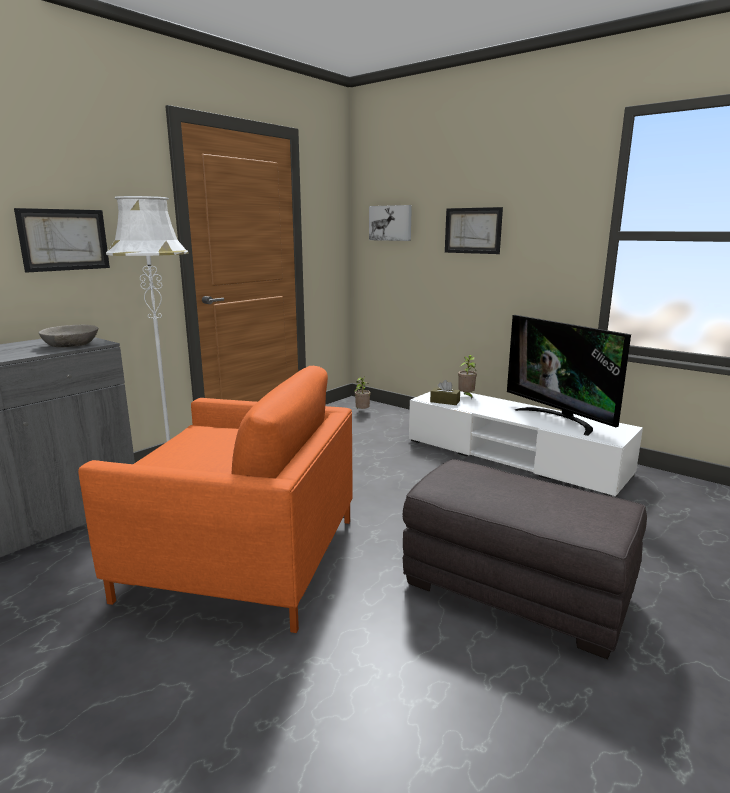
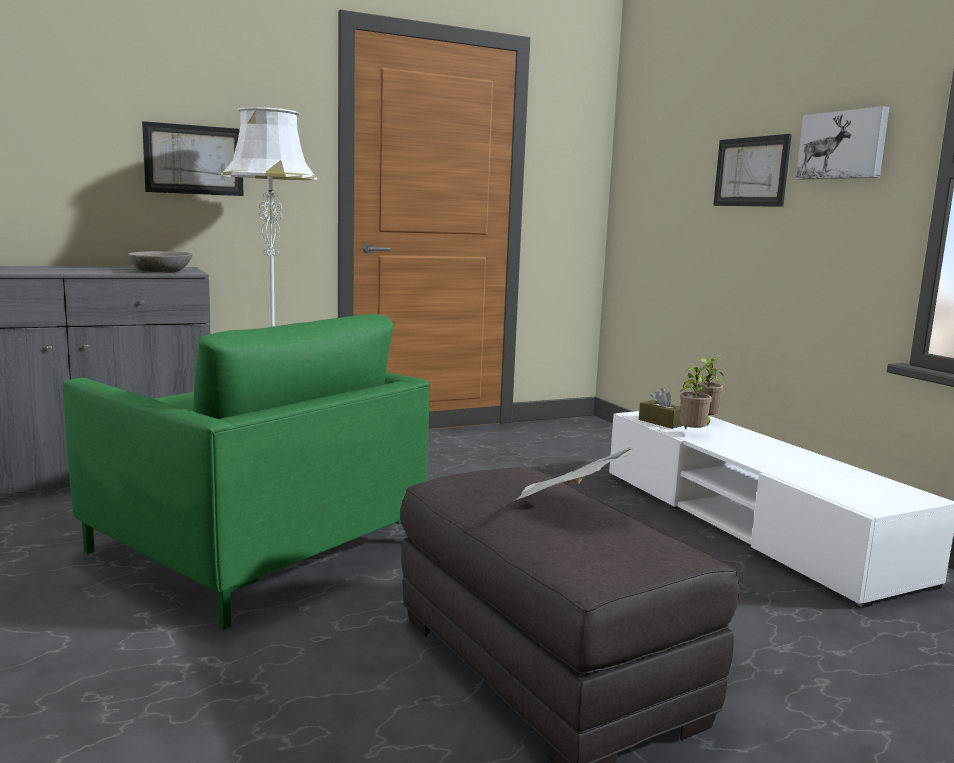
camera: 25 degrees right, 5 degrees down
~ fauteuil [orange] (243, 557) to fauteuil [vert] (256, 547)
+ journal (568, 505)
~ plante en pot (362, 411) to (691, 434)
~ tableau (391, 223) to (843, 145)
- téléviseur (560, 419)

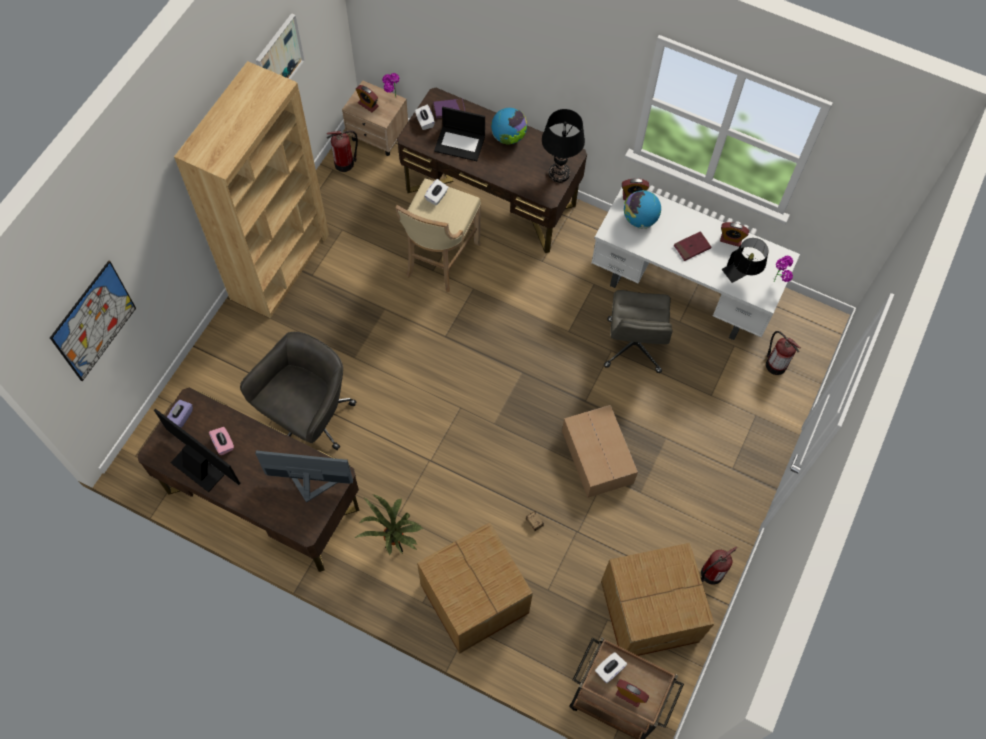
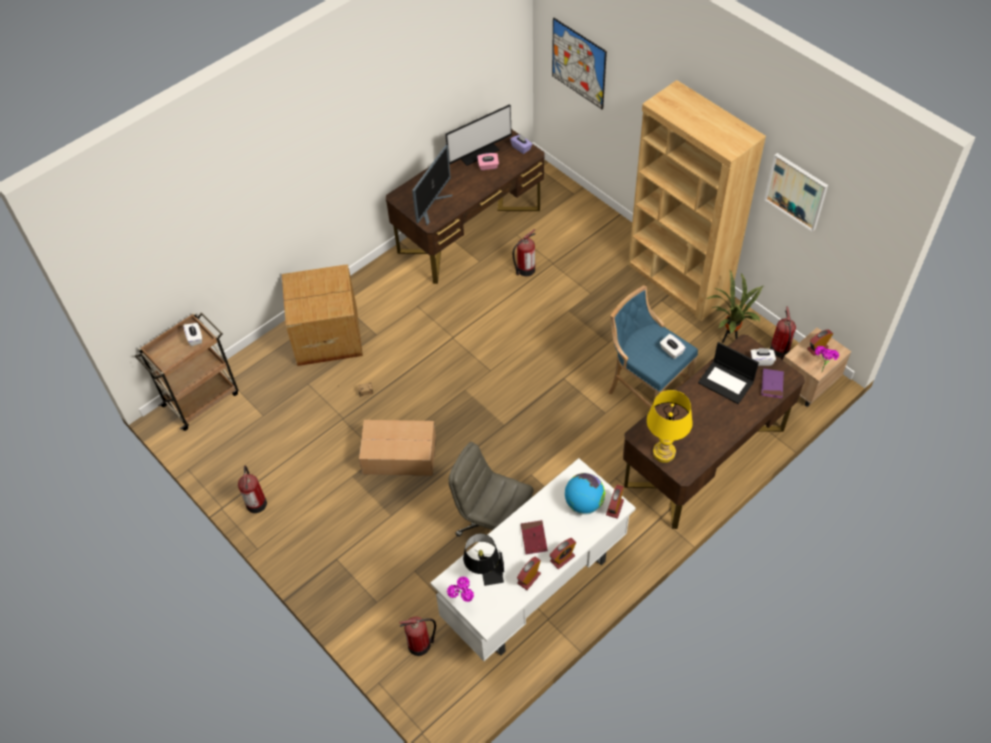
camera: 115 degrees right, 10 degrees down
~ chaise de bureau [gris] (308, 418) to extincteur (525, 270)
~ réveil (629, 695) to (562, 558)
~ tabouret [beige] (439, 261) to tabouret [bleu] (644, 395)
~ lampe de table [noir] (559, 173) to lampe de table [jaune] (664, 453)
~ ordinateur portable (460, 143) = (726, 382) 90 degrees counterclockwise
~ plante en pot (395, 546) to (728, 339)
- globe (508, 137)
- carton (647, 610)

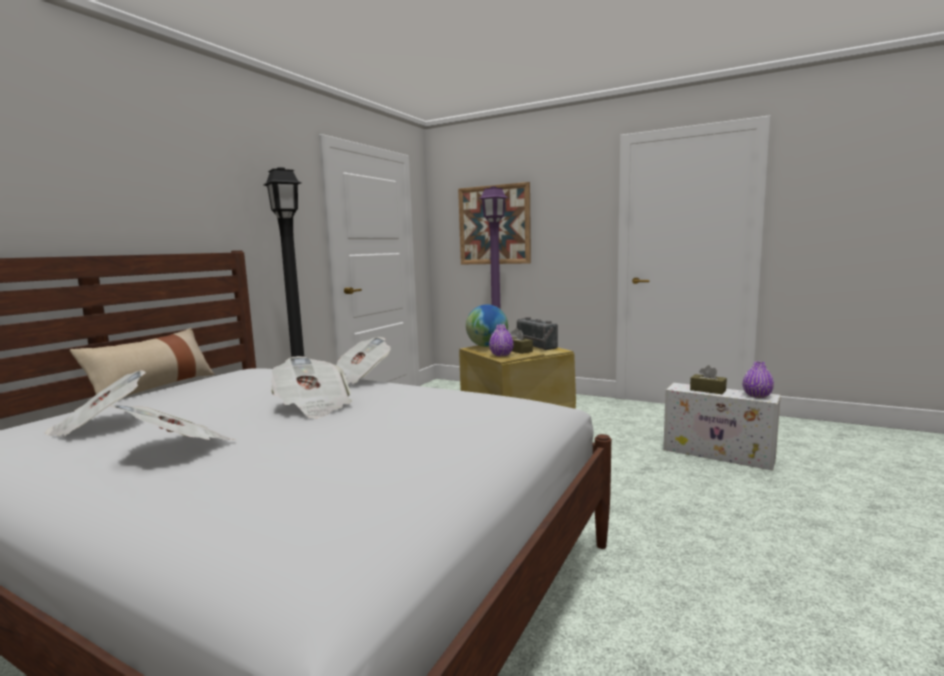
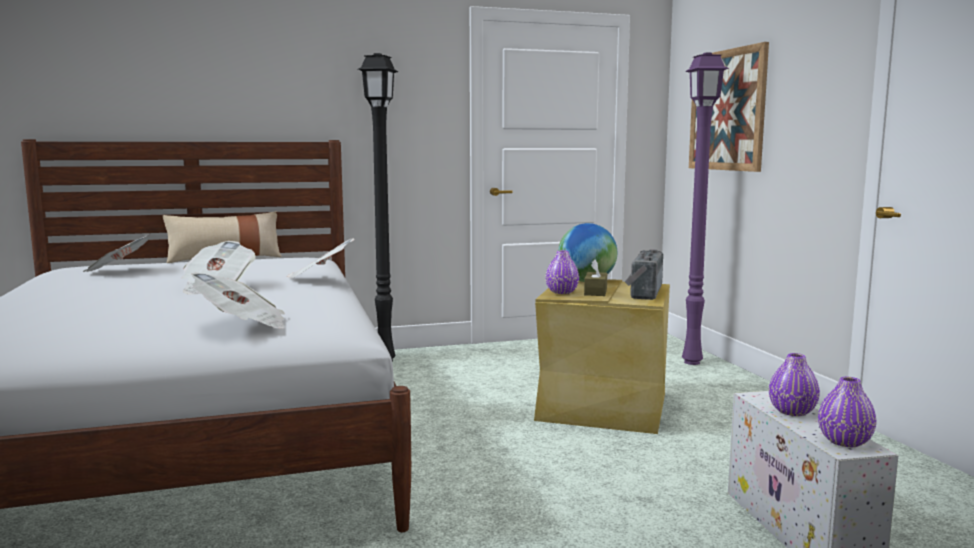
camera: 45 degrees right, 0 degrees up
~ journal (180, 449) to (243, 325)
~ boîte à mouchoirs [marron] (707, 390) to vase [violet] (792, 412)

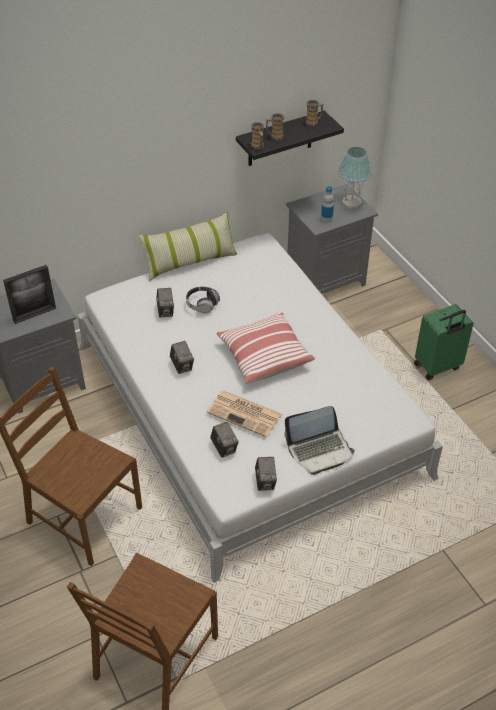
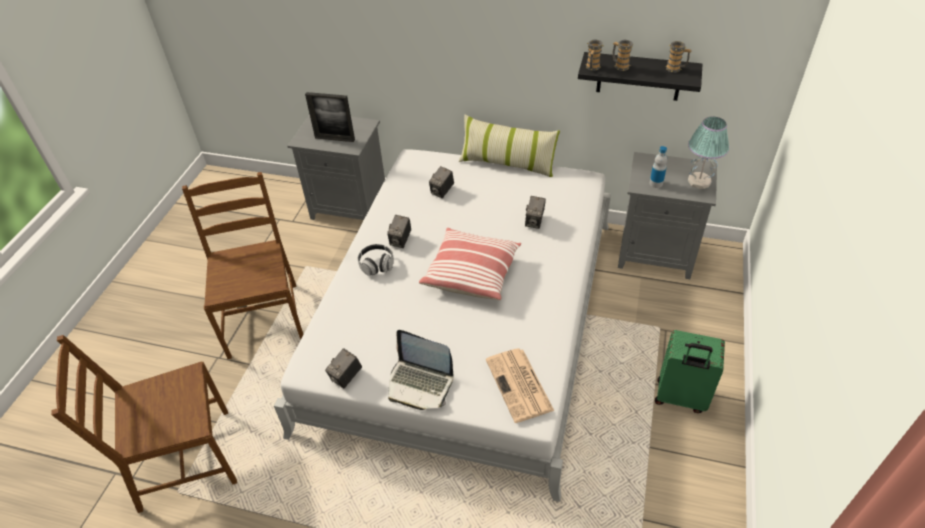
camera: 45 degrees right, 0 degrees up
~ casque audio (202, 304) to (376, 265)
~ journal (245, 414) to (520, 385)
~ appareil photo (224, 448) to (534, 221)

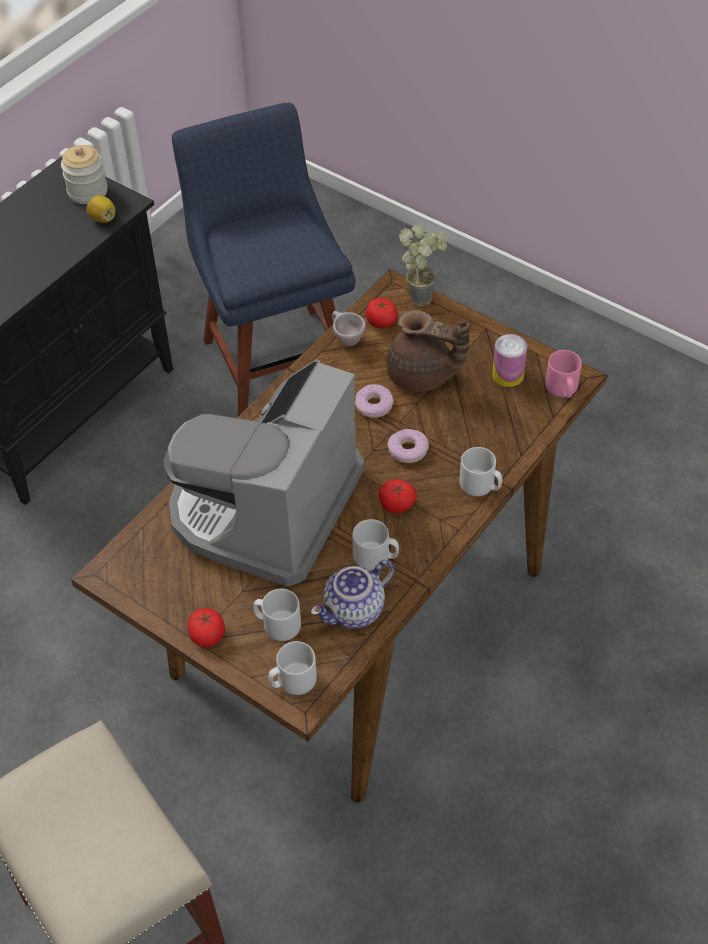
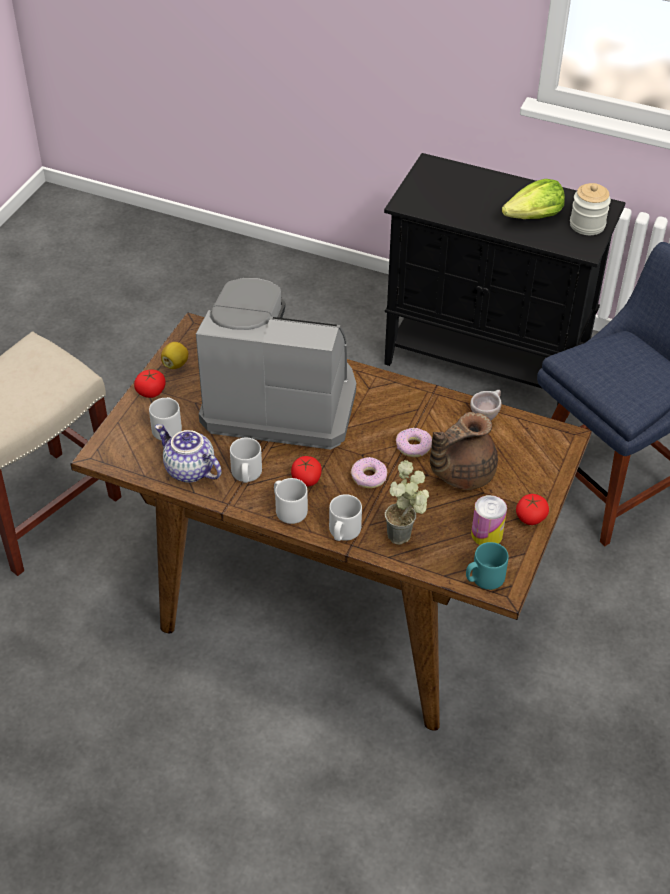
camera: 75 degrees right, 5 degrees down
~ citron (103, 218) to (175, 364)
~ mug [gris] (292, 681) to (288, 509)
~ plante en pot (423, 294) to (406, 537)
~ théière [marron] (422, 376) = (461, 473) 45 degrees clockwise
~ mug [rose] (562, 389) to mug [turquoise] (484, 578)
+ laitue (534, 217)
~ tomate (381, 321) to (530, 517)

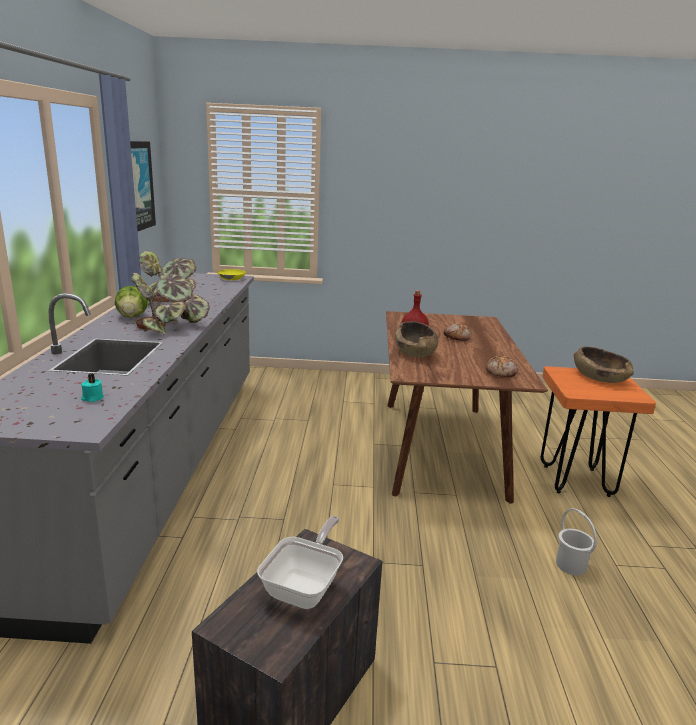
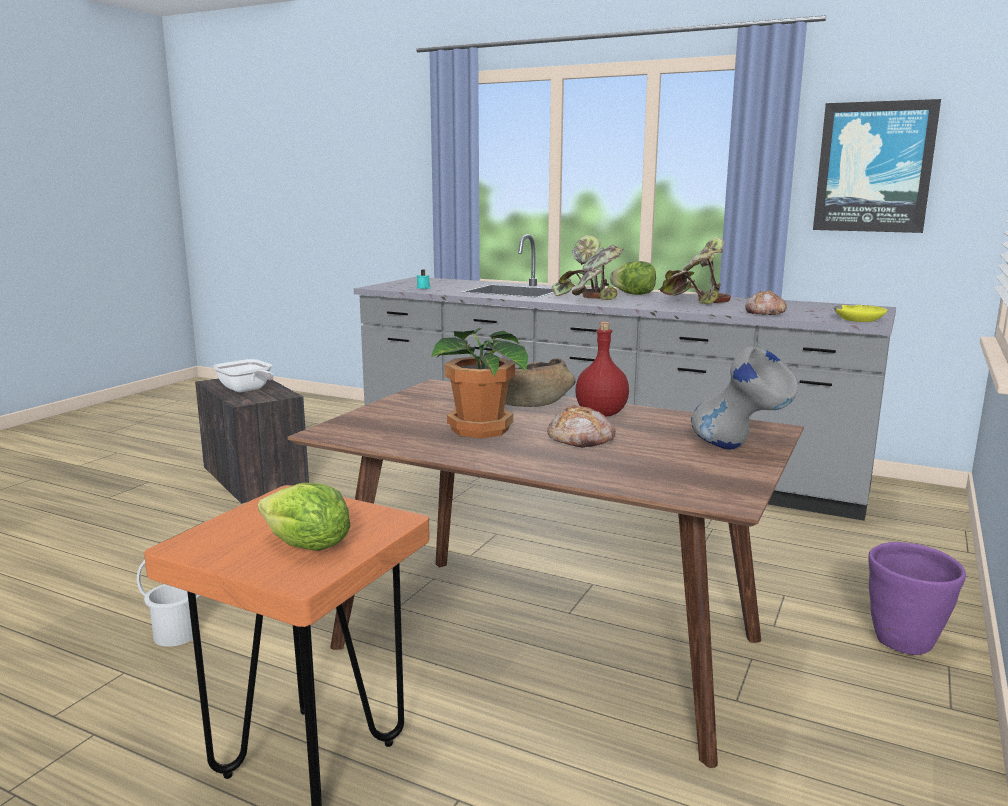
camera: 115 degrees right, 5 degrees down
~ bol [marron] (600, 378) to laitue (307, 547)
+ plante en pot (480, 430)
+ vase [gris] (740, 450)
~ pain (502, 372) to (764, 313)
+ cache-pot [violet] (904, 643)

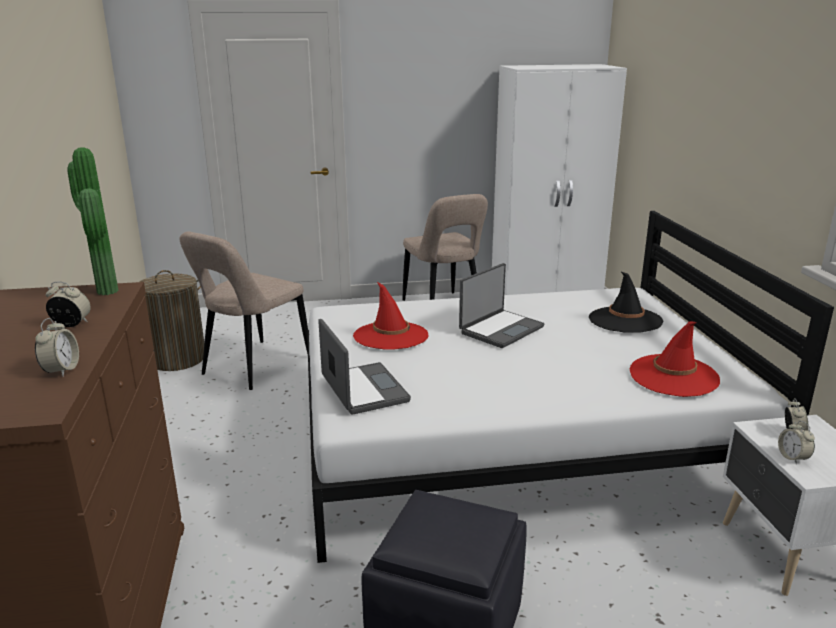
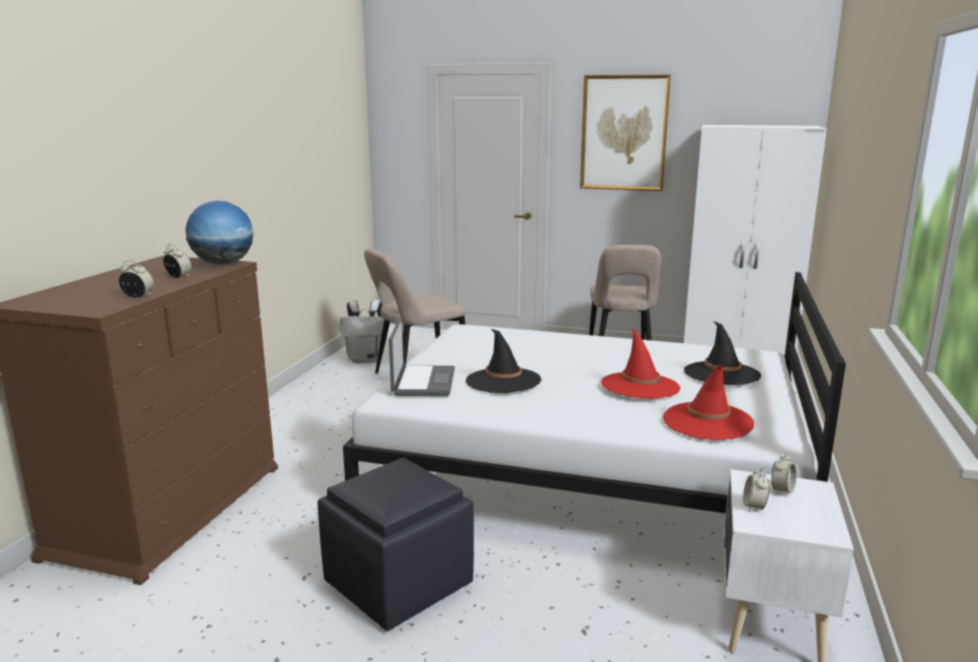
camera: 25 degrees right, 5 degrees down
~ réveil (61, 370) = (138, 296) 105 degrees counterclockwise
~ plante en pot (103, 292) to globe (223, 264)
~ panier à linge (177, 359) to sac à dos [blanc] (367, 359)
+ chapeau [noir] (503, 381)
+ tableau (624, 133)
~ chapeau [rouge] (391, 336) to (640, 386)
- ordinateur portable (500, 329)

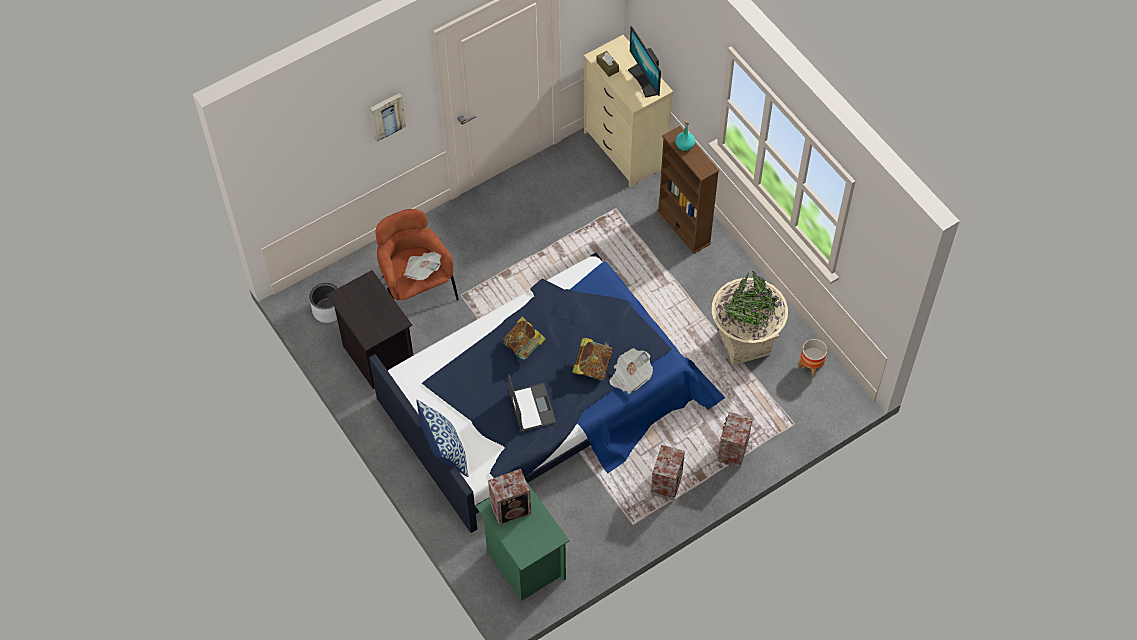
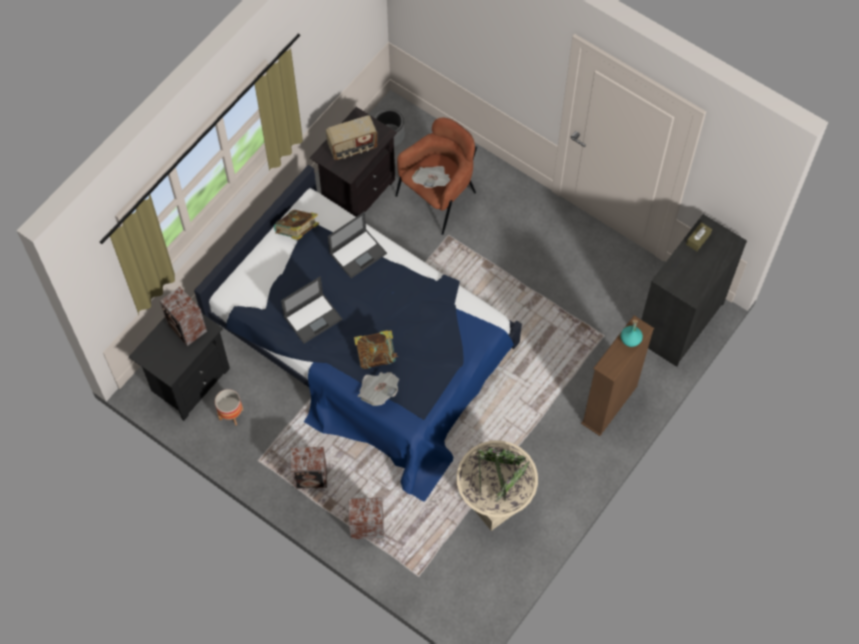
camera: 70 degrees right, 5 degrees up
~ table de chevet [vert] (523, 563) to table de chevet [noir] (188, 380)
~ cache-pot (811, 366) to (231, 414)
~ livre (524, 347) to (297, 232)
+ radio (352, 147)
+ ordinateur portable (358, 253)
~ commode [beige] (624, 149) to commode [noir] (679, 321)
- tableau (386, 115)
- coussin (444, 452)
- écran d'ordinateur (645, 80)

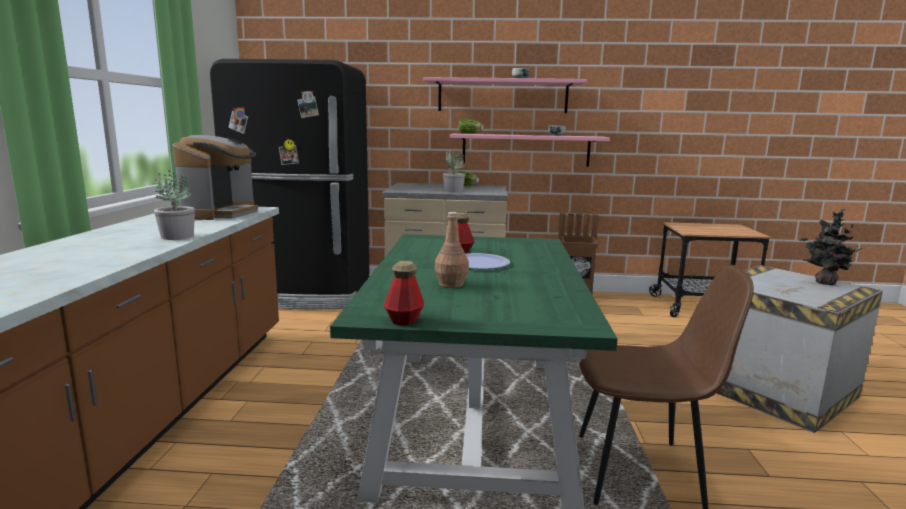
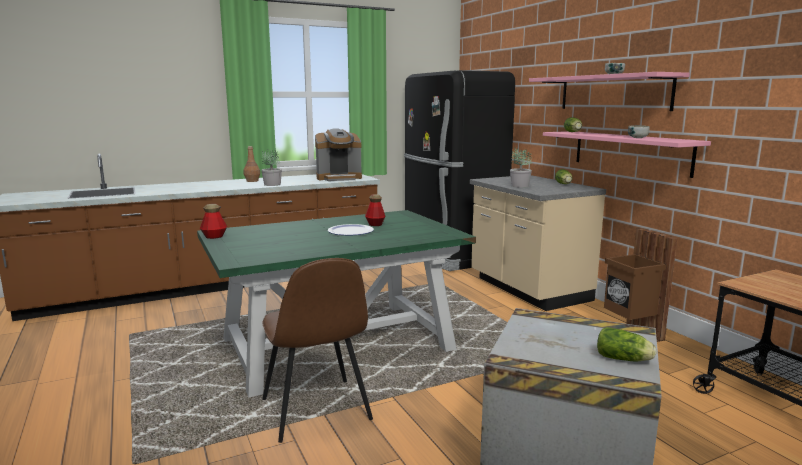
camera: 60 degrees right, 0 degrees up
~ bouteille [marron] (451, 284) to (252, 181)
~ plante en pot (823, 282) to laitue (624, 359)

